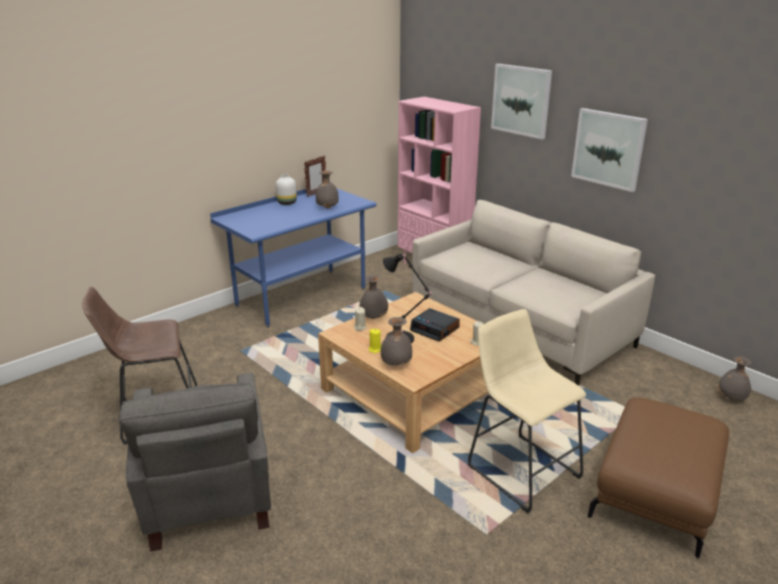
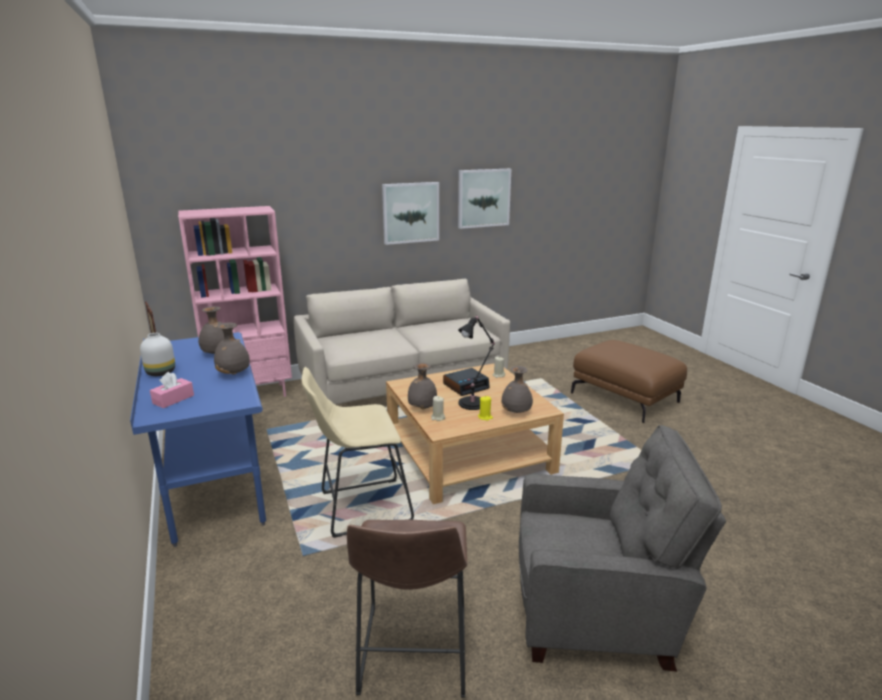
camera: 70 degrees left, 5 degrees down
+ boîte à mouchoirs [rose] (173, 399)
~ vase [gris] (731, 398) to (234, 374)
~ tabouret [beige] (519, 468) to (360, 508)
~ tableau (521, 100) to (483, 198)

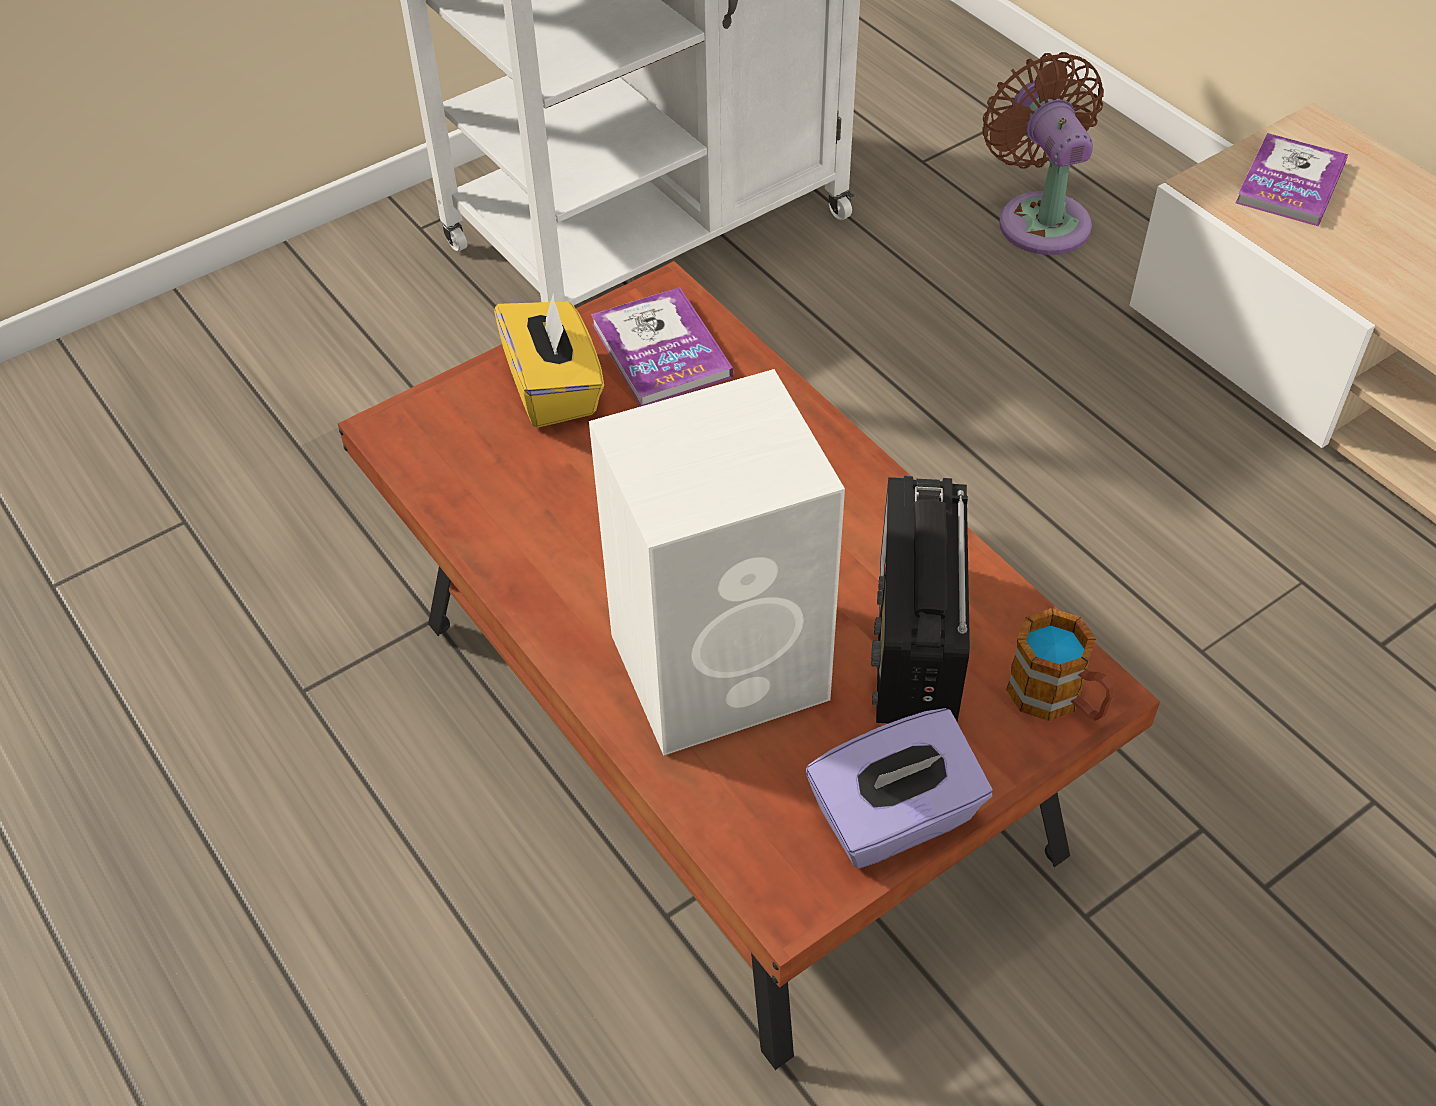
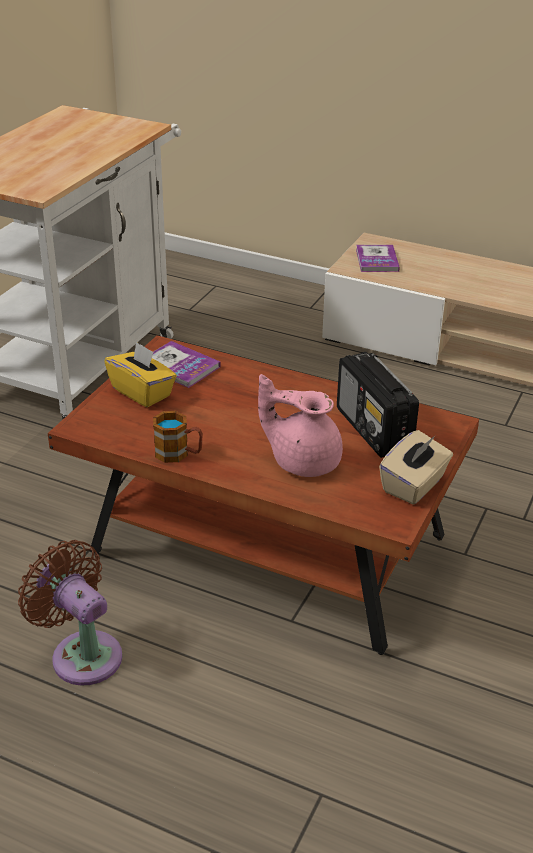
camera: 30 degrees left, 15 degrees down
~ ventilateur [marron] (1040, 218) to (82, 653)
~ mug (1057, 699) to (178, 454)
~ enceinte [blanc] (724, 665) to théière [rose] (303, 460)
~ boîte à mouchoirs [violet] (895, 818) to boîte à mouchoirs [beige] (414, 485)

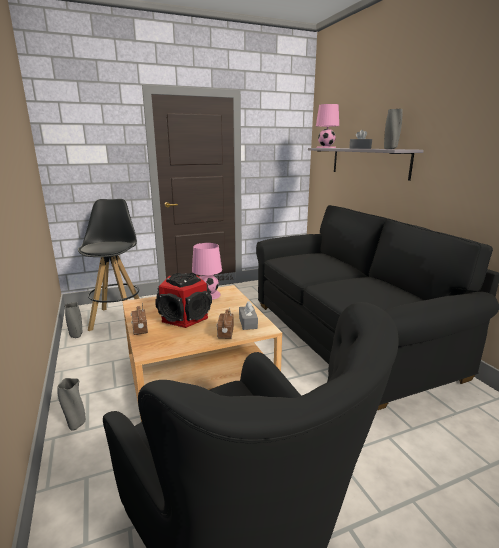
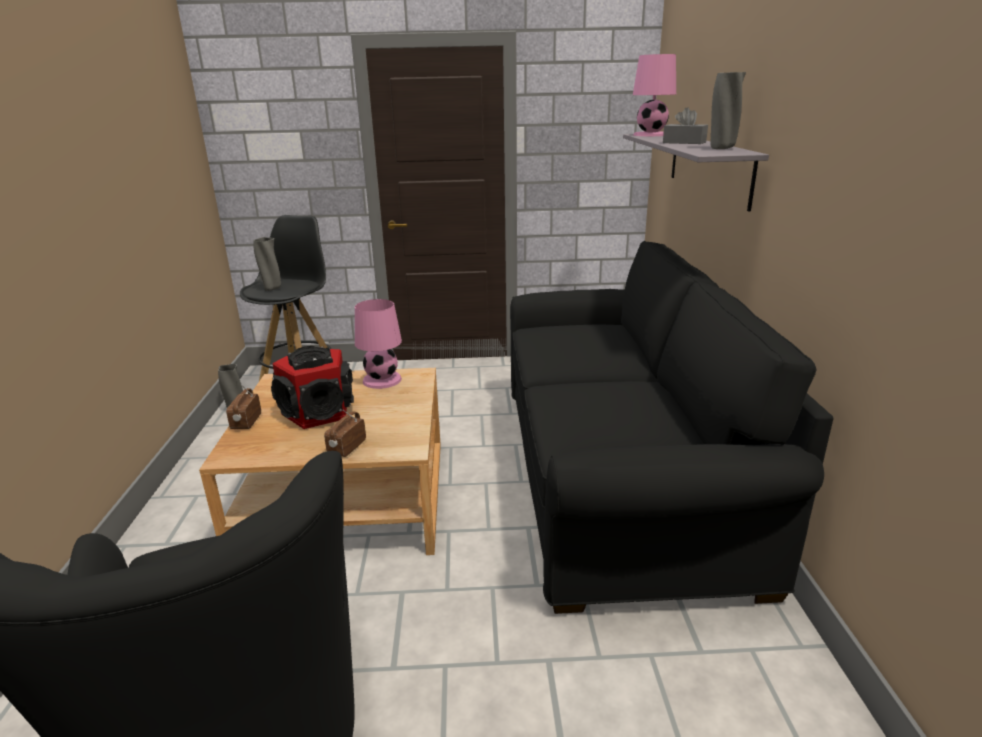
camera: 20 degrees right, 5 degrees up
~ vase [gris] (76, 425) to (272, 289)
- boîte à mouchoirs [gris] (248, 323)

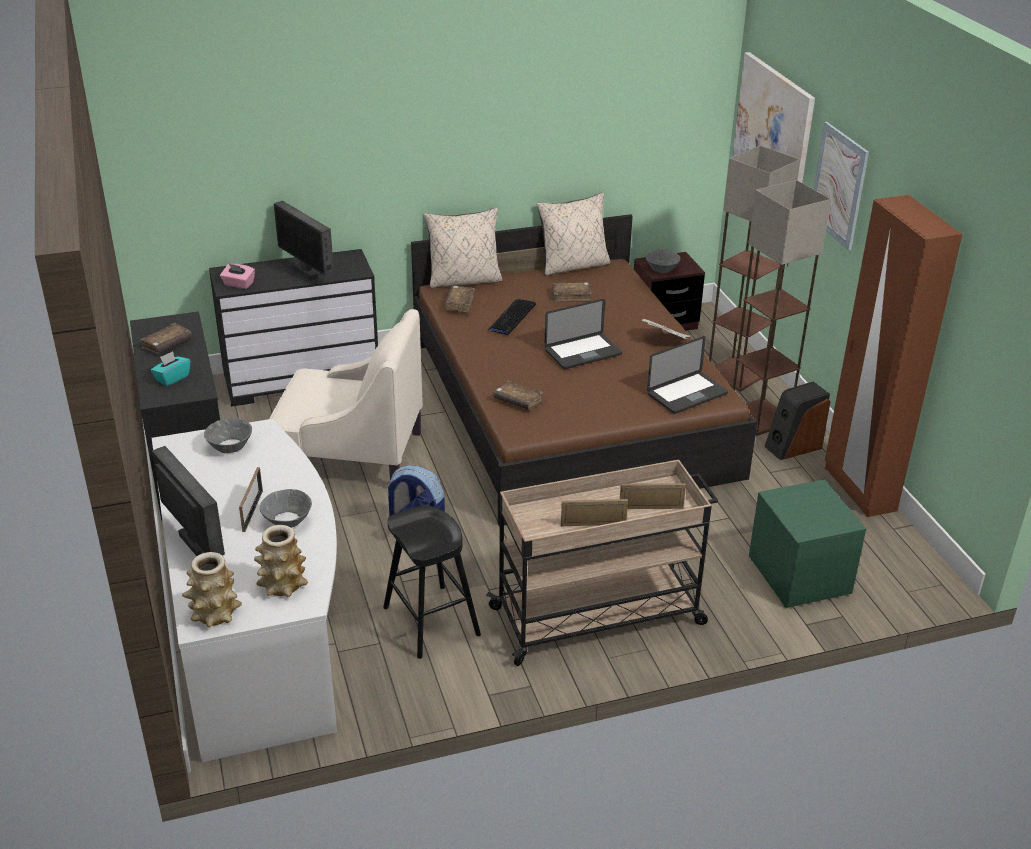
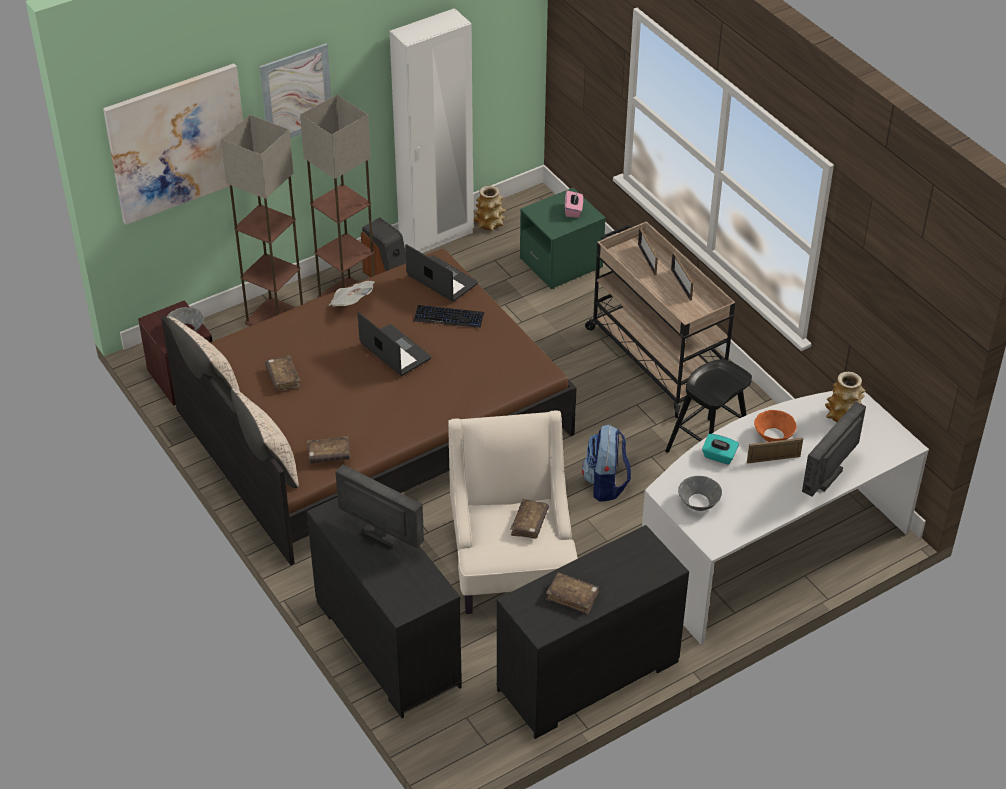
camera: 105 degrees left, 10 degrees up
~ écran d'ordinateur (307, 273) = (380, 537) 90 degrees counterclockwise
~ armoire [marron] (859, 489) to armoire [blanc] (436, 238)
~ clavier (512, 317) to (449, 317)
~ vase (214, 614) to (489, 223)
~ livre [marron] (518, 401) to (529, 523)
~ boîte à mouchoirs [rose] (238, 284) to (573, 210)
~ boîte à mouchoirs [turquoise] (172, 378) to (719, 456)
~ bol [gris] (287, 521) to bol [orange] (774, 435)

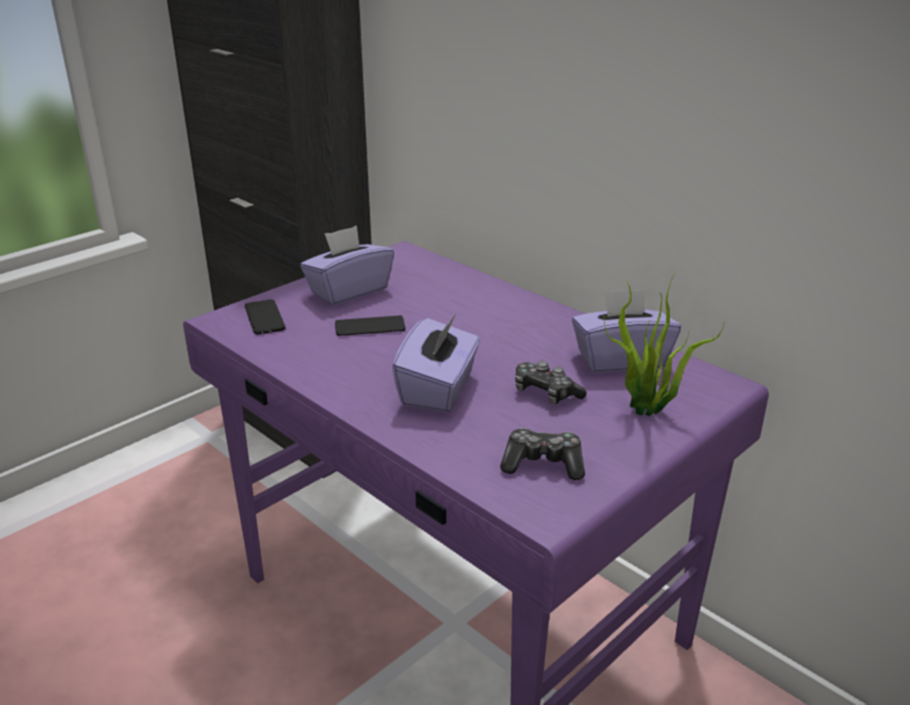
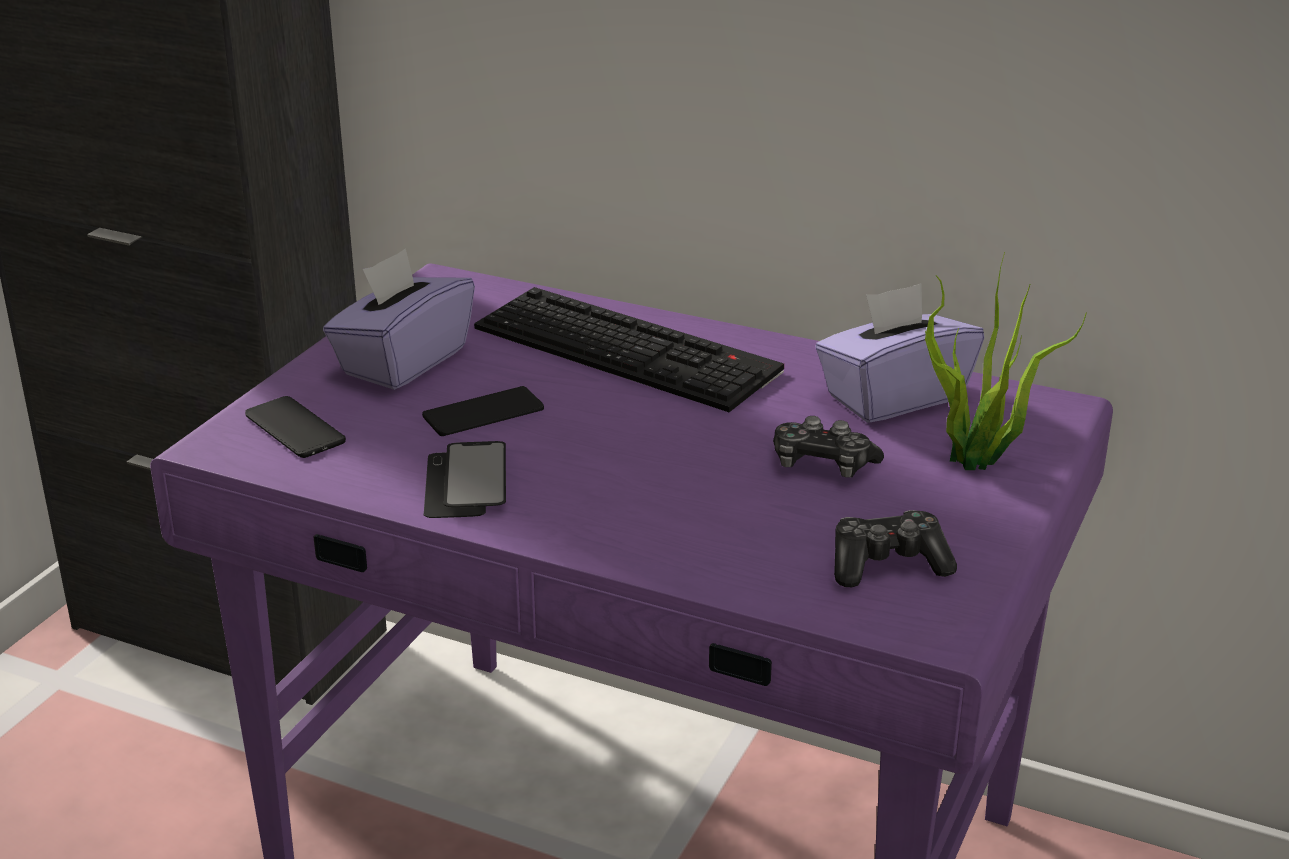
camera: 20 degrees left, 0 degrees up
+ téléphone (466, 483)
+ clavier (631, 349)
- boîte à mouchoirs [violet] (438, 390)

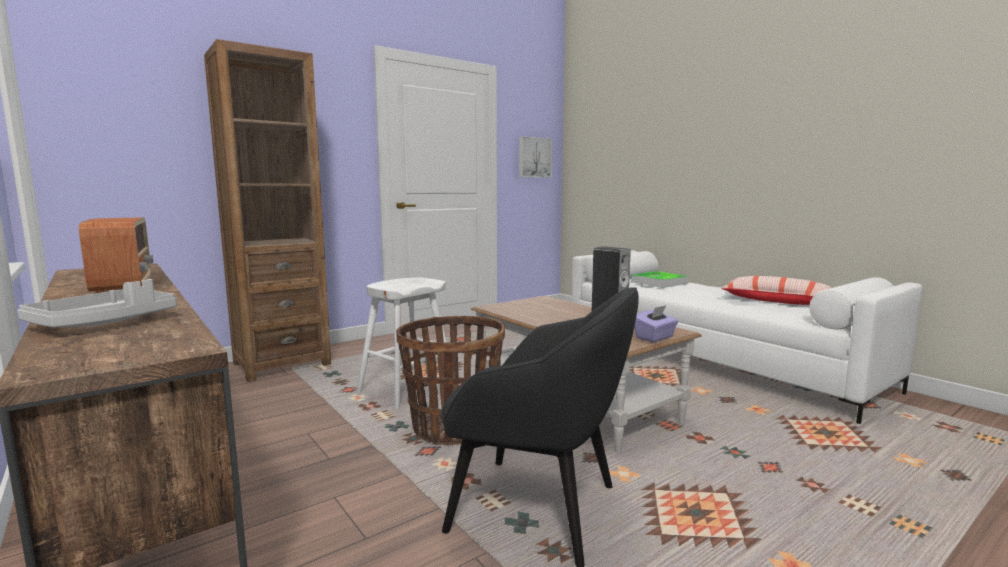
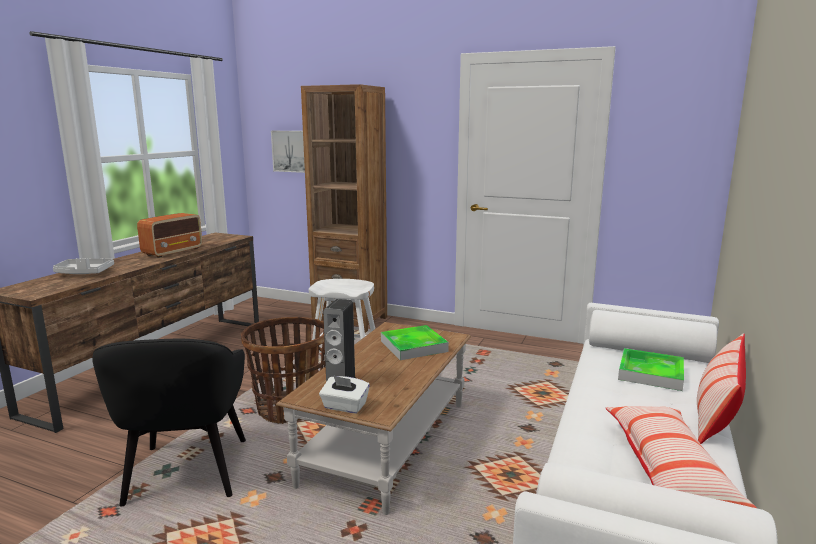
camera: 60 degrees right, 5 degrees up
~ tableau (534, 157) to (291, 151)
~ boîte à mouchoirs [violet] (655, 337) to boîte à mouchoirs [blanc] (344, 407)
+ plateau (413, 346)
+ coussin (716, 414)

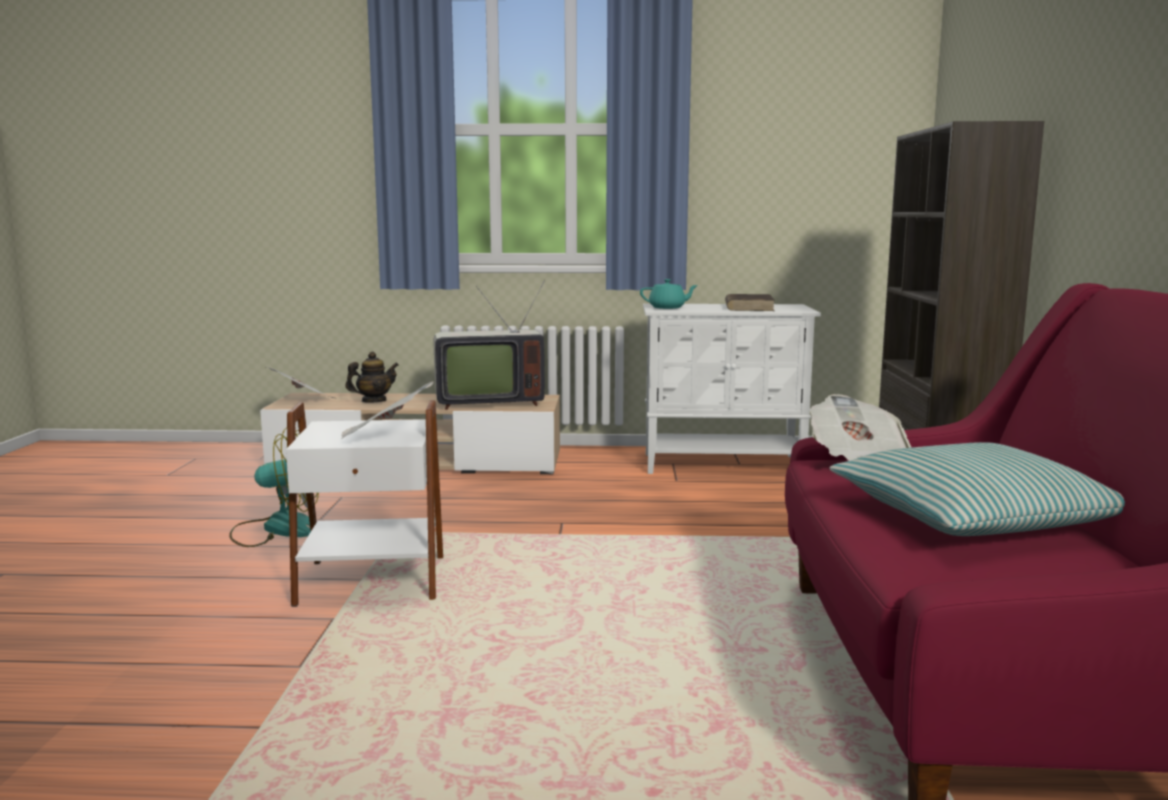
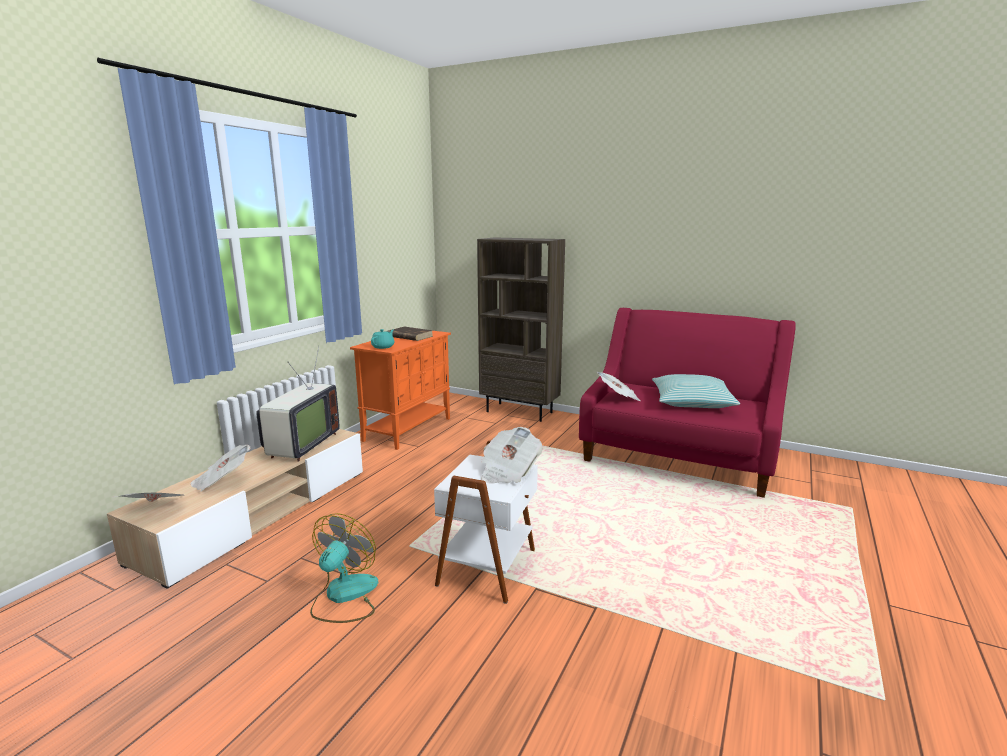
camera: 65 degrees left, 5 degrees up
~ théière (373, 401) to journal (222, 481)
~ meuble de rangement [blanc] (724, 464) to meuble de rangement [orange] (408, 429)

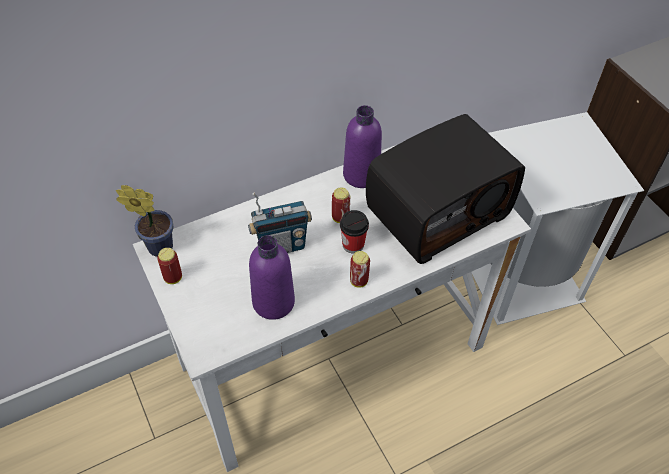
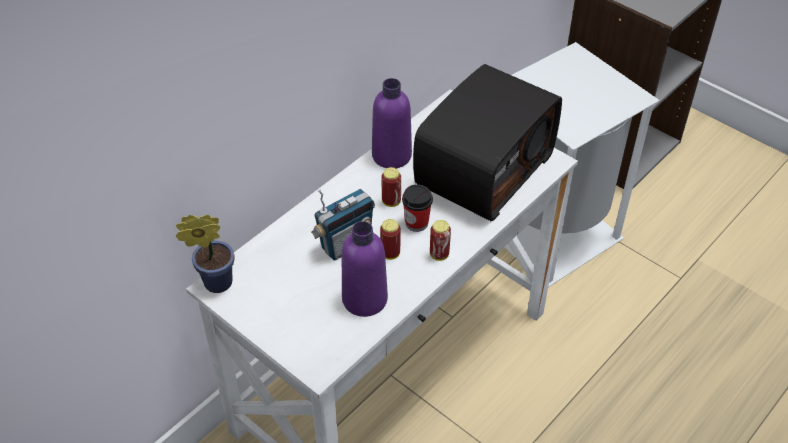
camera: 20 degrees left, 5 degrees down
~ boîte métallique (173, 278) to (390, 253)

